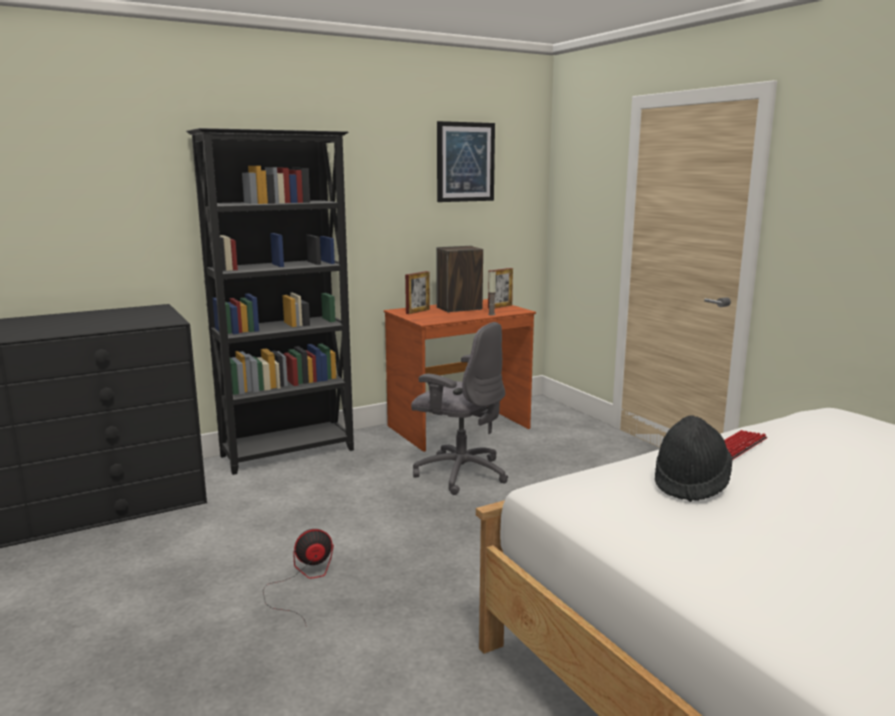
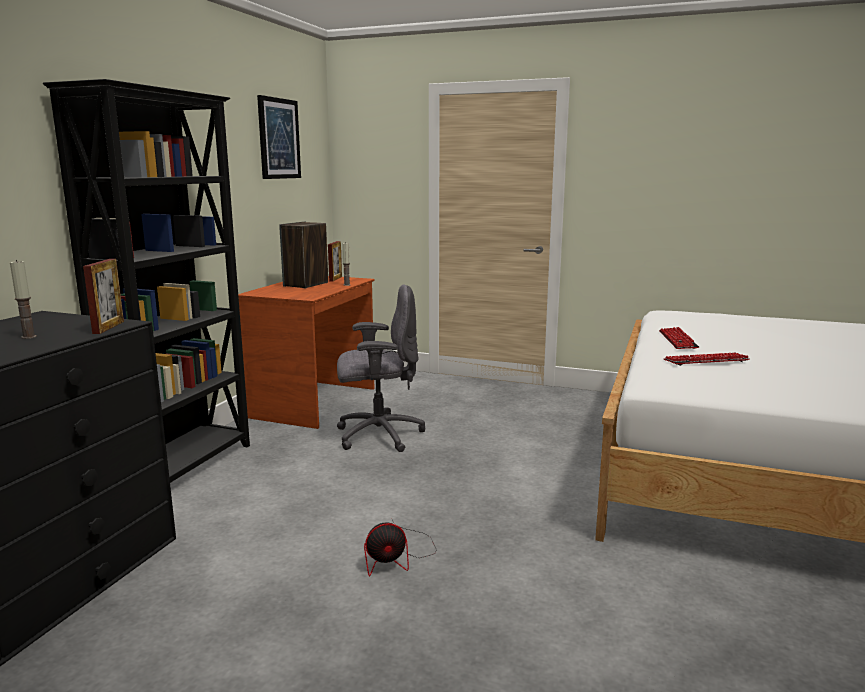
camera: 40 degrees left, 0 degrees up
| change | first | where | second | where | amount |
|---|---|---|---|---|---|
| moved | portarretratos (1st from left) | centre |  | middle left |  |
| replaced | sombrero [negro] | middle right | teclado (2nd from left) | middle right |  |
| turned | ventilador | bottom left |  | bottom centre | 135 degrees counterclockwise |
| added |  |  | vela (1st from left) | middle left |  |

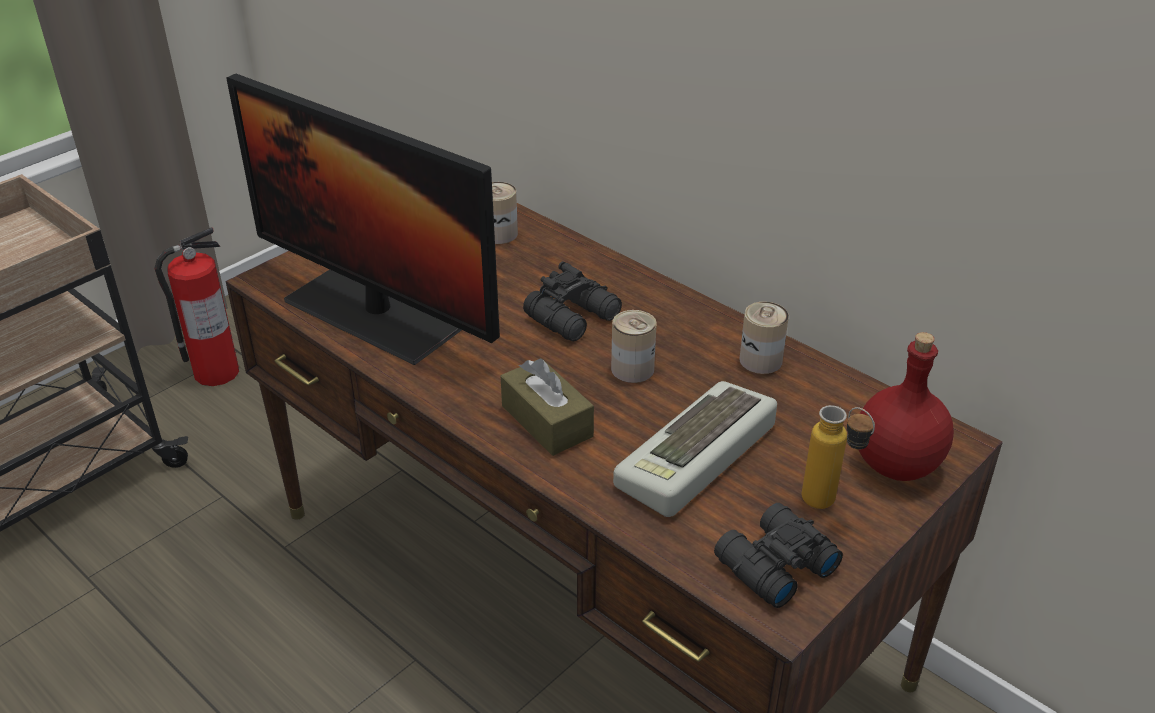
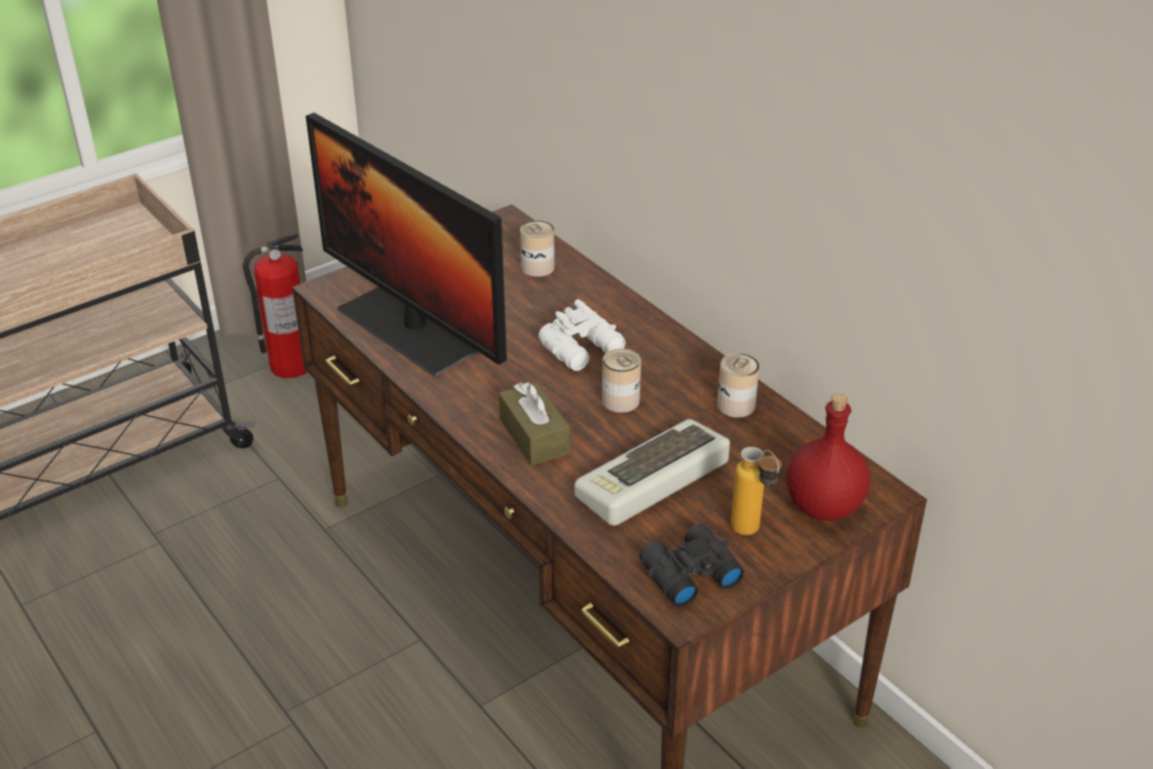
camera: 10 degrees right, 0 degrees up
| change | first | where | second | where | amount |
|---|---|---|---|---|---|
| recoloured | prismáticos [negro] (1st from left) | centre | prismáticos [blanco] | centre |  |

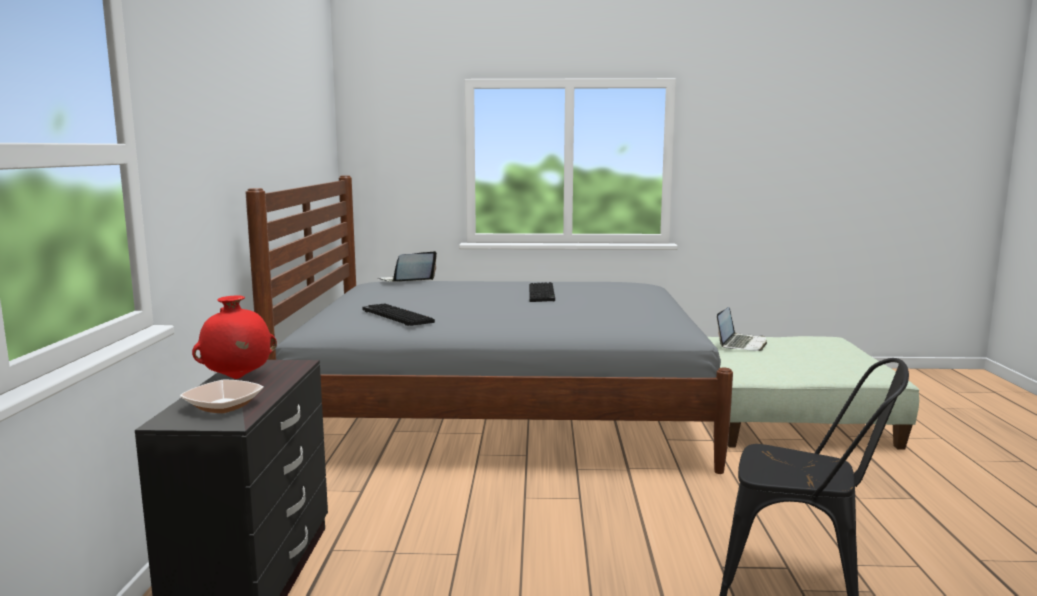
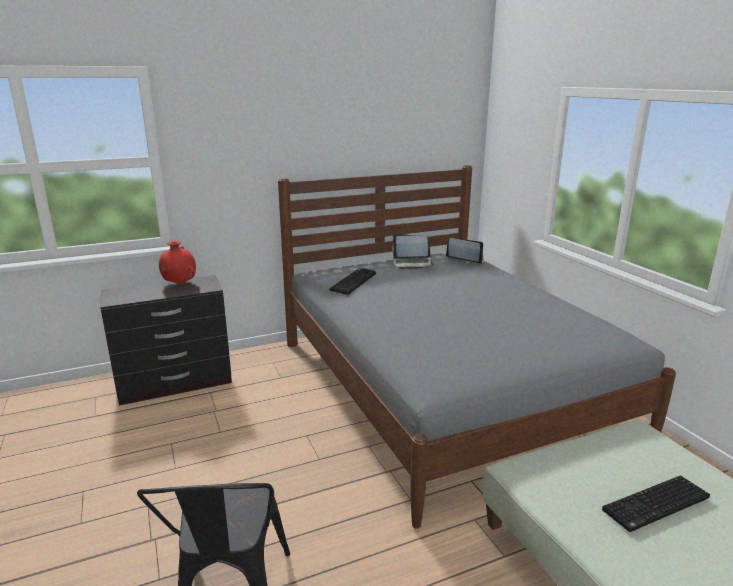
camera: 65 degrees right, 10 degrees up
| change | first | where | second | where | amount |
|---|---|---|---|---|---|
| moved | teclado (2nd from left) | centre |  | bottom right |  |
| moved | portátil (2nd from left in the first image) | middle right | portátil (1st from left) | centre |  |
| removed | cuenco | middle left |  |  |  |

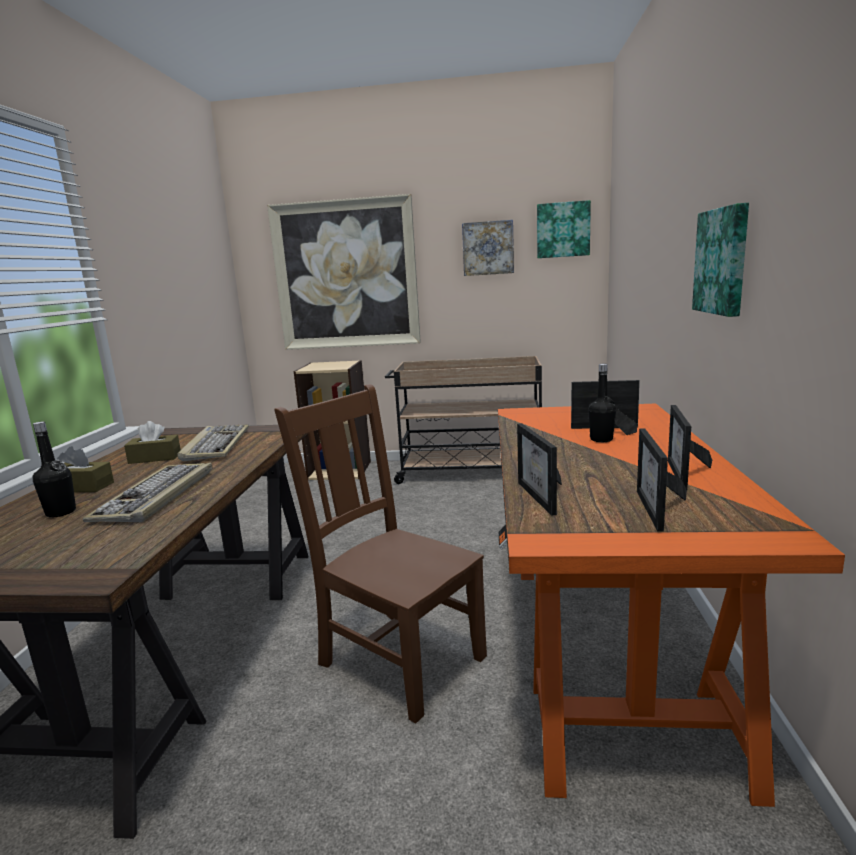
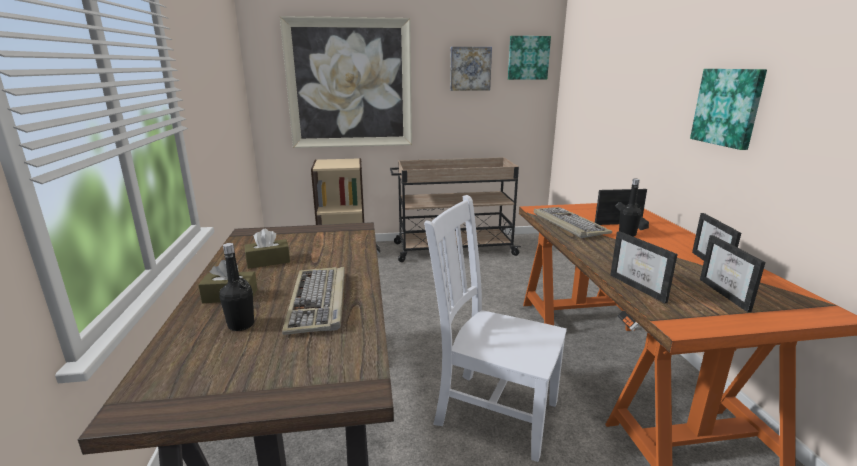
camera: 15 degrees left, 5 degrees up
| change | first | where | second | where | amount |
|---|---|---|---|---|---|
| recoloured | silla [marrón] | centre | silla [blanco] | bottom centre |  |
| moved | teclado (2nd from left) | middle left |  | middle right |  |

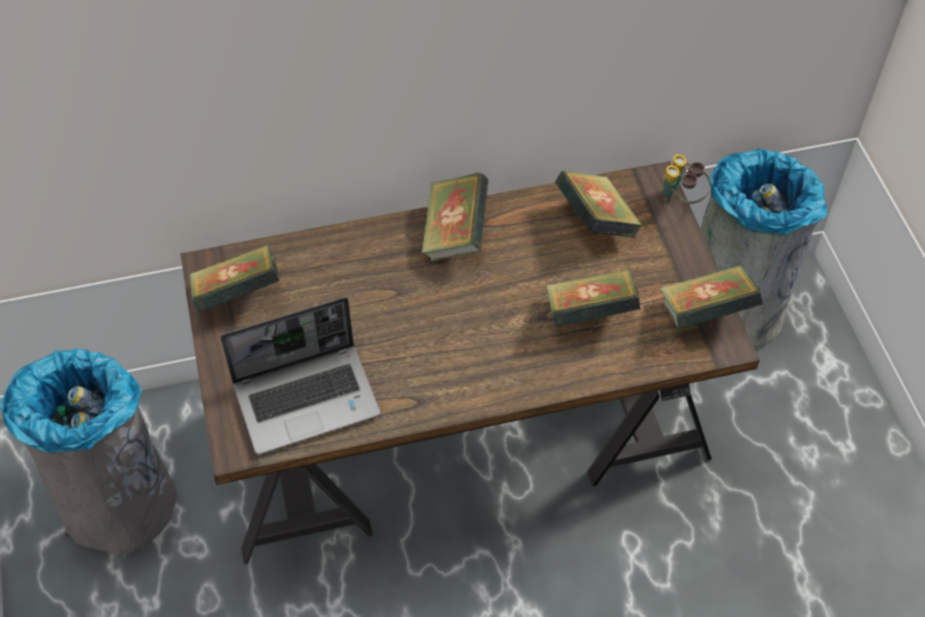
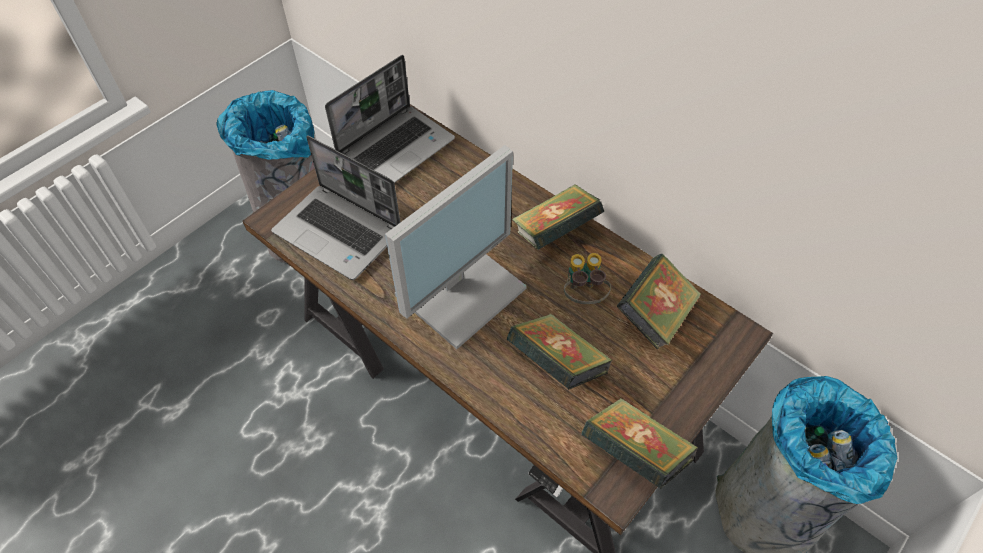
camera: 55 degrees right, 0 degrees up
| change | first | where | second | where | amount |
|---|---|---|---|---|---|
| moved | prismáticos | top right |  | centre |  |
| replaced | libro (1st from left) | middle left | portátil (2nd from left) | top centre |  |
| added |  |  | monitor | centre |  |

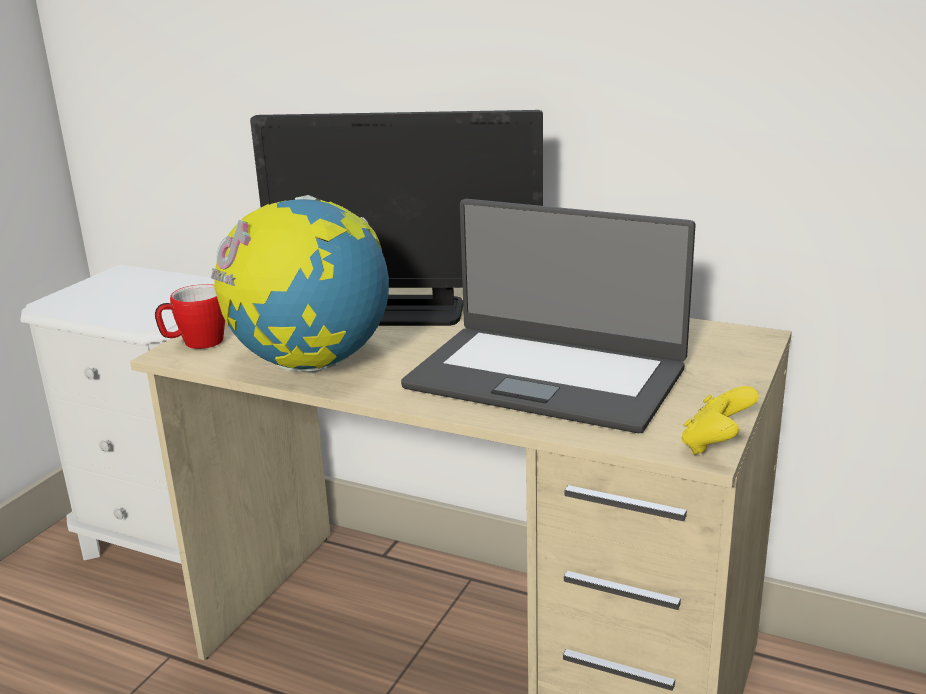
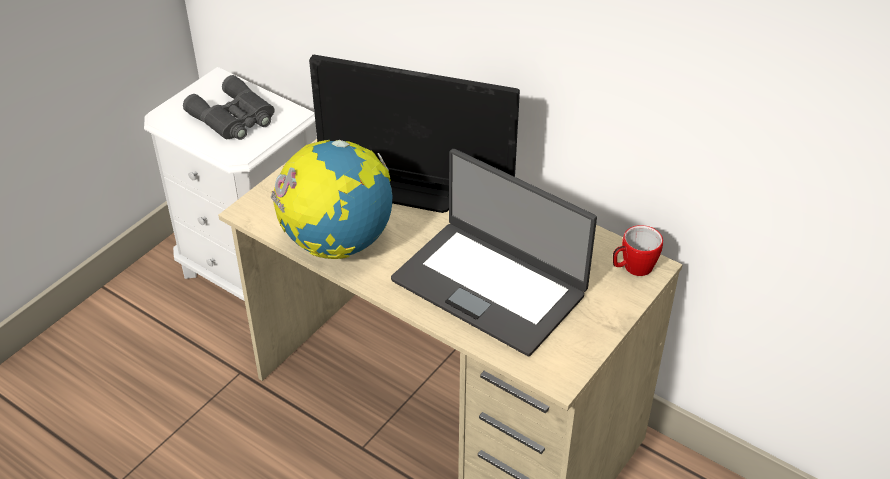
camera: 10 degrees right, 20 degrees up
| change | first | where | second | where | amount |
|---|---|---|---|---|---|
| moved | taza grande | middle left |  | middle right |  |
| removed | mando de consola [amarillo] | middle right |  |  |  |
| added |  |  | prismáticos [gris] | top left |  |

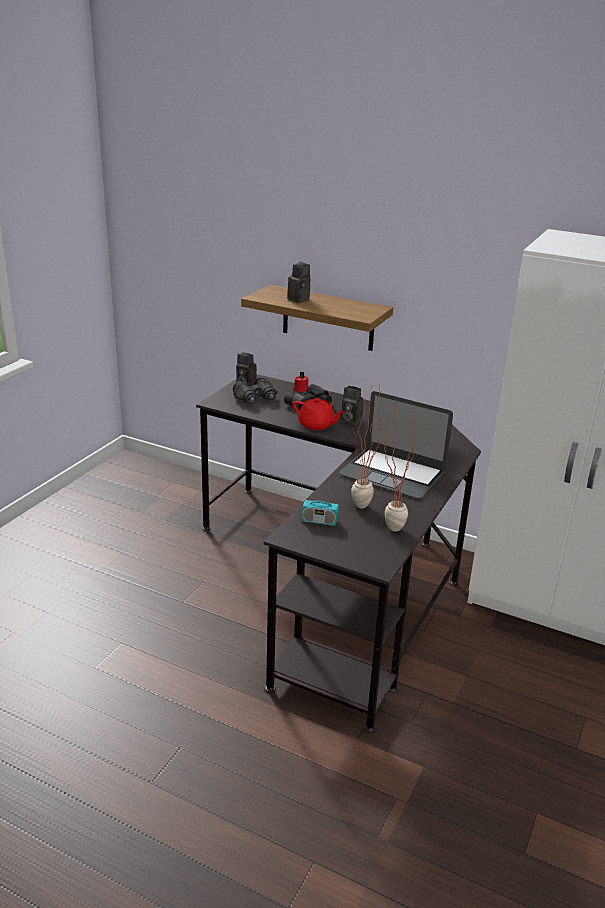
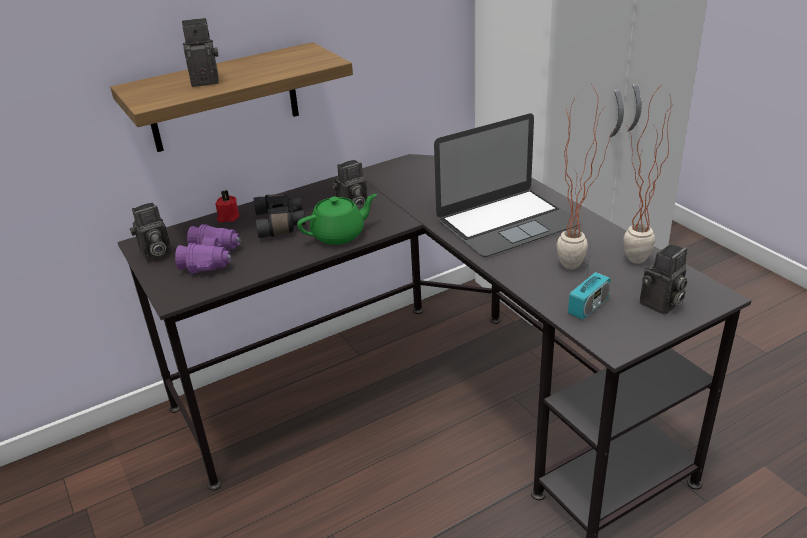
camera: 55 degrees left, 5 degrees up
| change | first | where | second | where | amount |
|---|---|---|---|---|---|
| recoloured | prismáticos [negro] (1st from left) | centre | prismáticos [morado] | middle left |  |
| recoloured | tetera [rojo] | centre | tetera [verde] | centre |  |
| added |  |  | cámara (4th from left) | middle right |  |

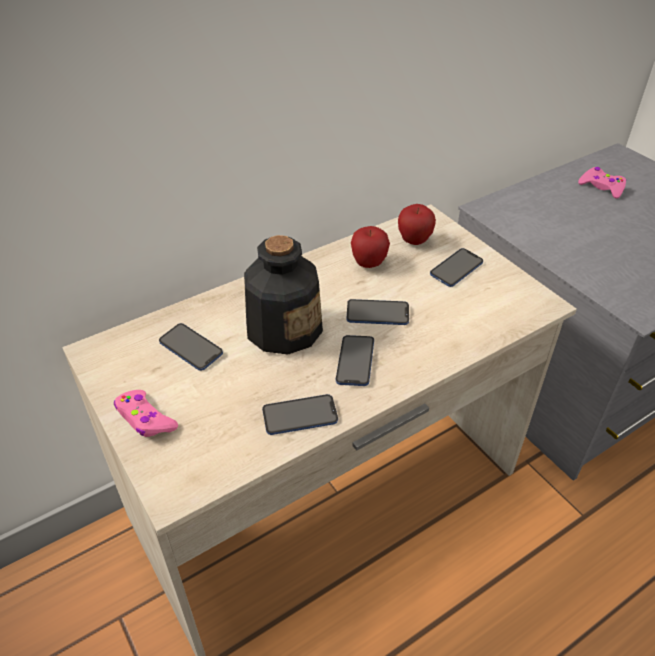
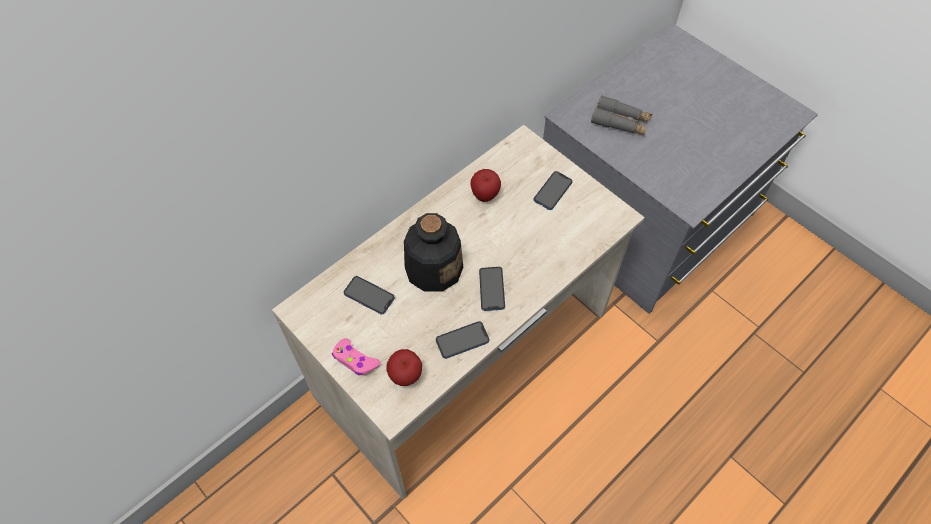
camera: 10 degrees left, 15 degrees up
| change | first | where | second | where | amount |
|---|---|---|---|---|---|
| removed | mando de consola [rosa] (2nd from left) | top right |  |  |  |
| moved | manzana (2nd from left in the first image) | centre | manzana (1st from left) | bottom centre |  |
| removed | móvil (4th from left) | centre |  |  |  |
| added |  |  | prismáticos [gris] | top right |  |

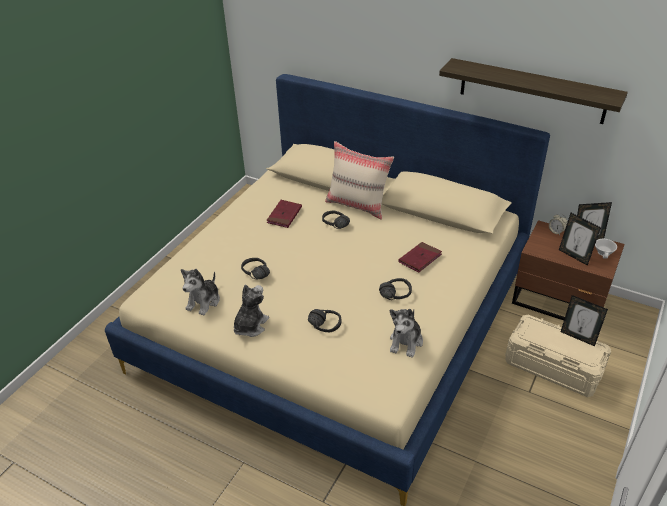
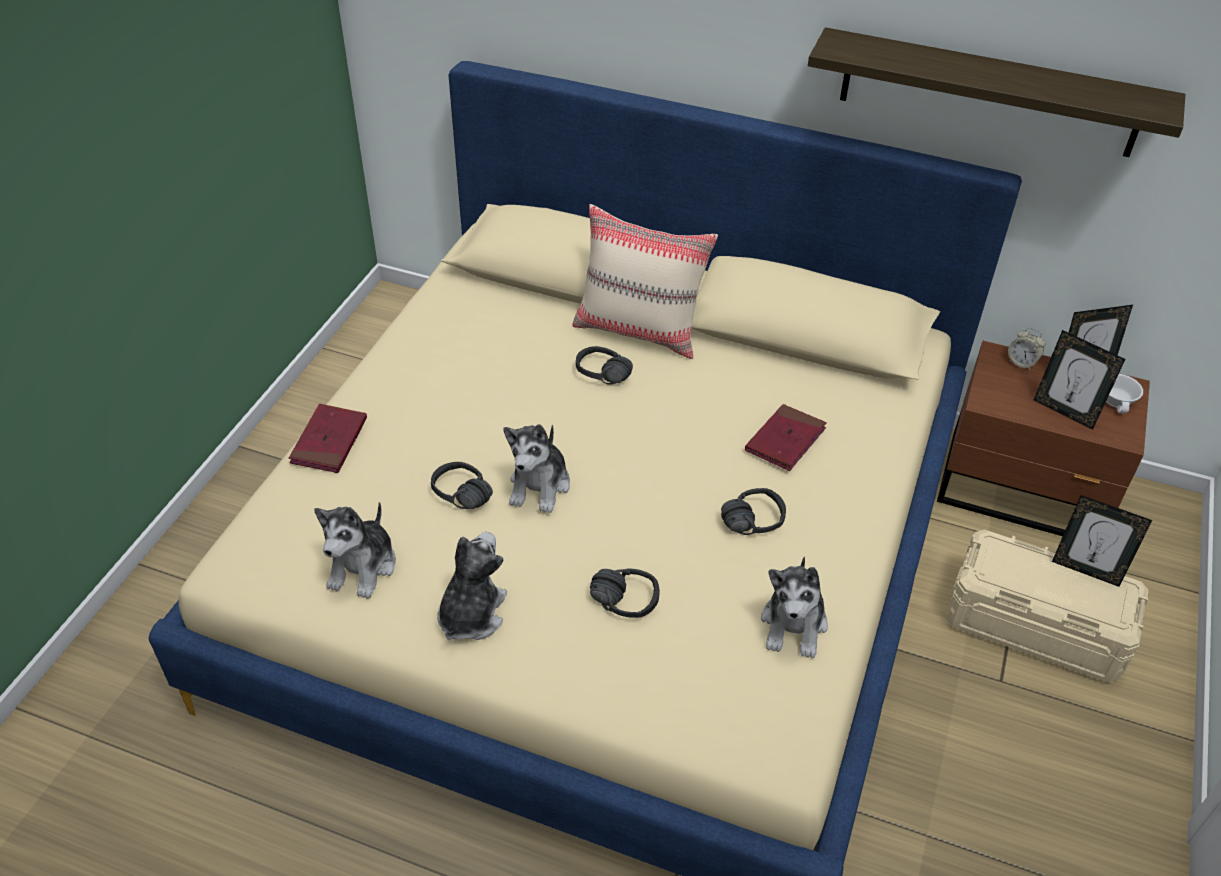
camera: 10 degrees left, 5 degrees up
| change | first | where | second | where | amount |
|---|---|---|---|---|---|
| moved | libro [rojo] (1st from left) | centre |  | middle left |  |
| added |  |  | peluche (3rd from left) | centre |  |

